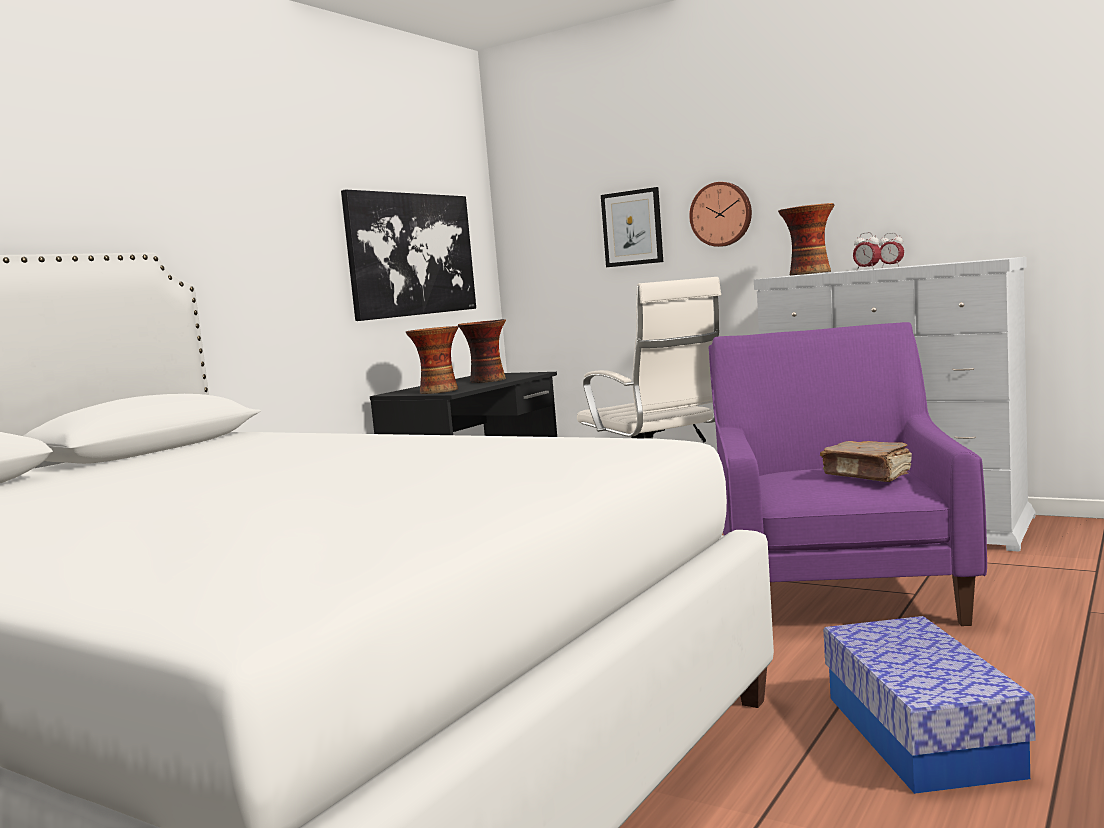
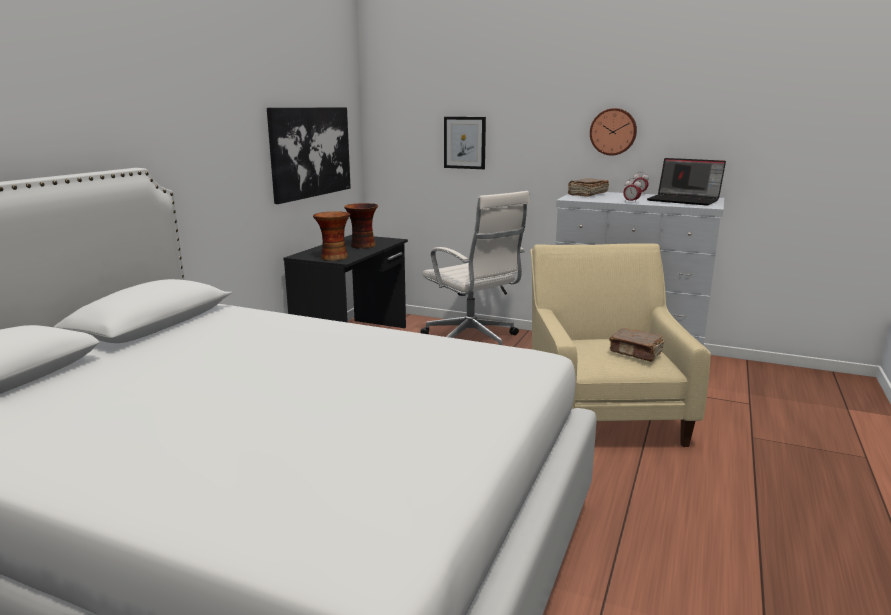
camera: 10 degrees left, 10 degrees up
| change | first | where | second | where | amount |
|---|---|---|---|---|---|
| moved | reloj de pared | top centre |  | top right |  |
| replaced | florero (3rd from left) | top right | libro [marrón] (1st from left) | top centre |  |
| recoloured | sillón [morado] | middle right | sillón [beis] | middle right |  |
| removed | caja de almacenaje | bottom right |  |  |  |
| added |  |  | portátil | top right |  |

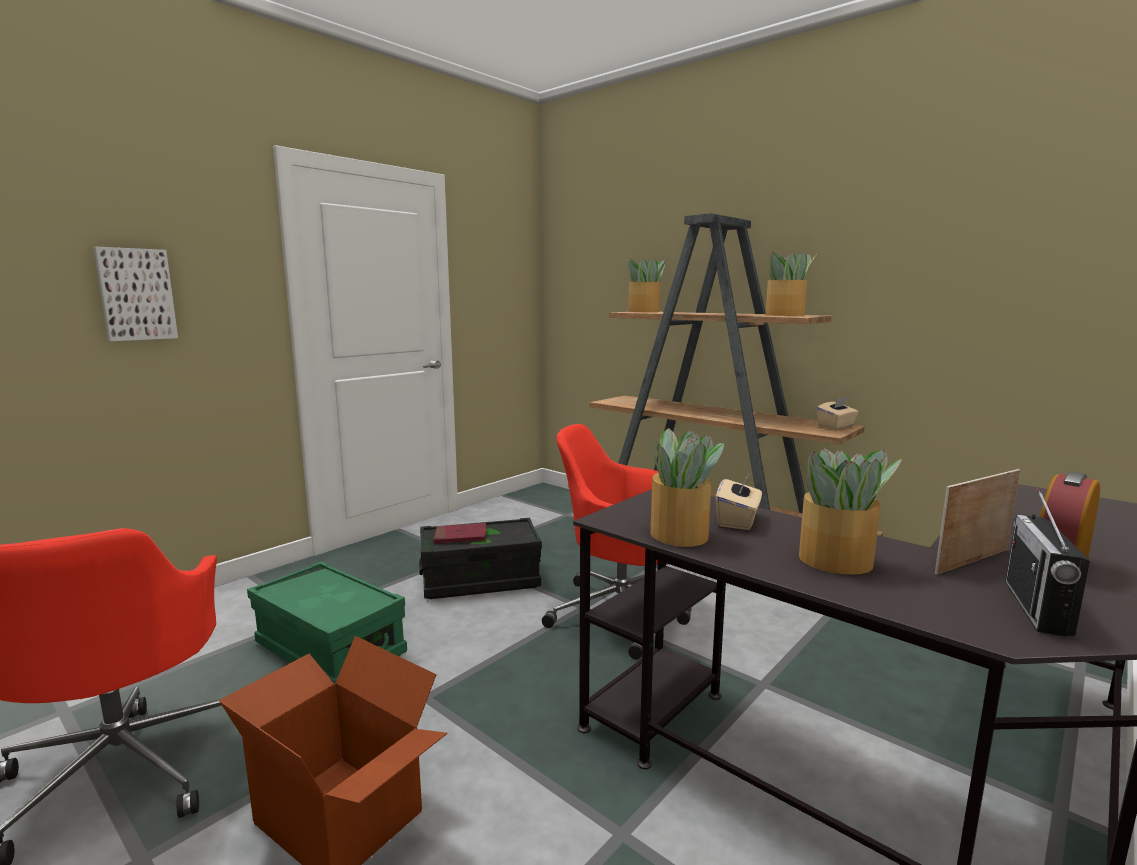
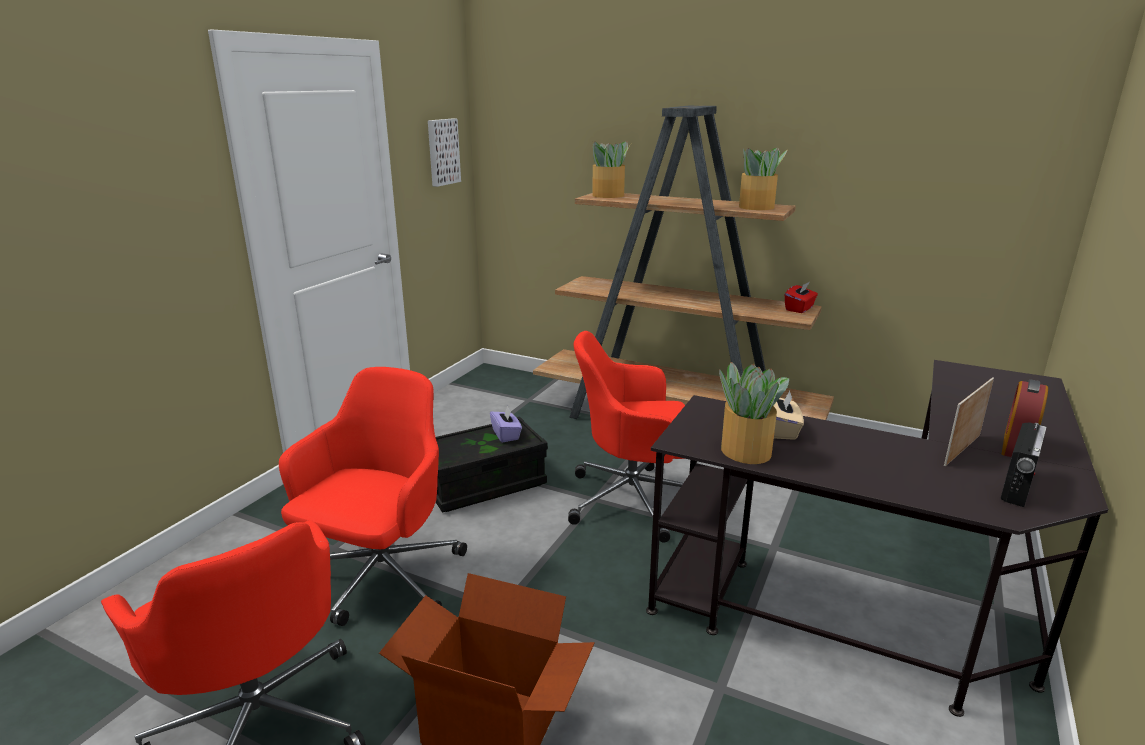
camera: 15 degrees left, 10 degrees up
| change | first | where | second | where | amount |
|---|---|---|---|---|---|
| moved | cuadro | middle left |  | top centre |  |
| recoloured | caja de pañuelos [beis] (2nd from left) | middle right | caja de pañuelos [rojo] | middle right |  |
| removed | planta en maceta (4th from left) | middle right |  |  |  |
| turned | radio | middle right |  | middle right | 150 degrees counterclockwise |
| removed | libro [rojo] | centre |  |  |  |
| replaced | caja de almacenaje [verde] | bottom left | silla de oficina [rojo] (2nd from left) | middle left |  |
| added |  |  | caja de pañuelos [morado] | centre |  |

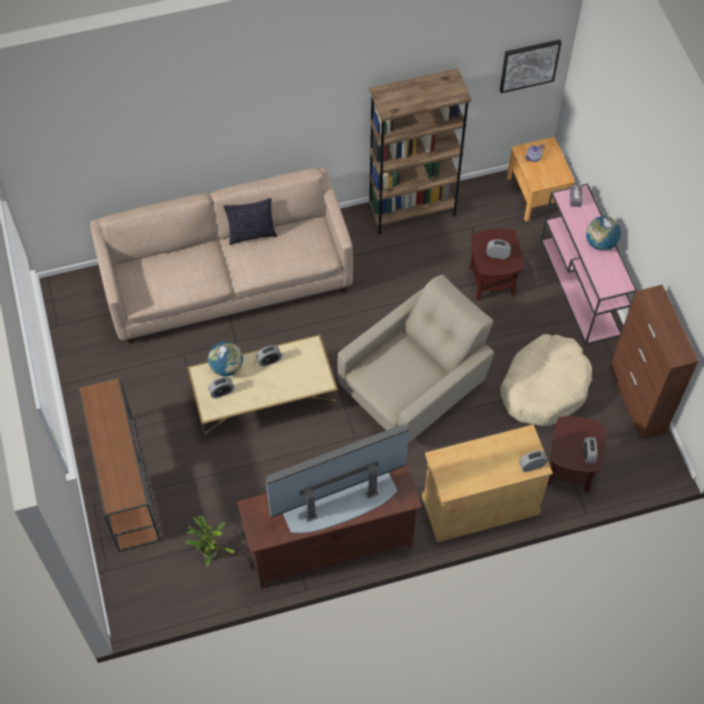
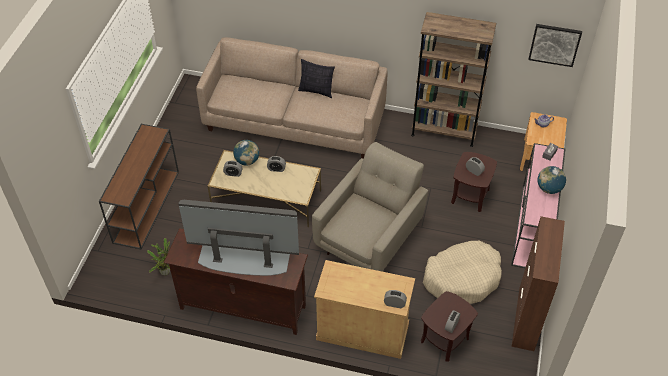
camera: 30 degrees right, 10 degrees down
| change | first | where | second | where | amount |
|---|---|---|---|---|---|
| turned | sillón [beis] | centre |  | centre | 45 degrees counterclockwise |

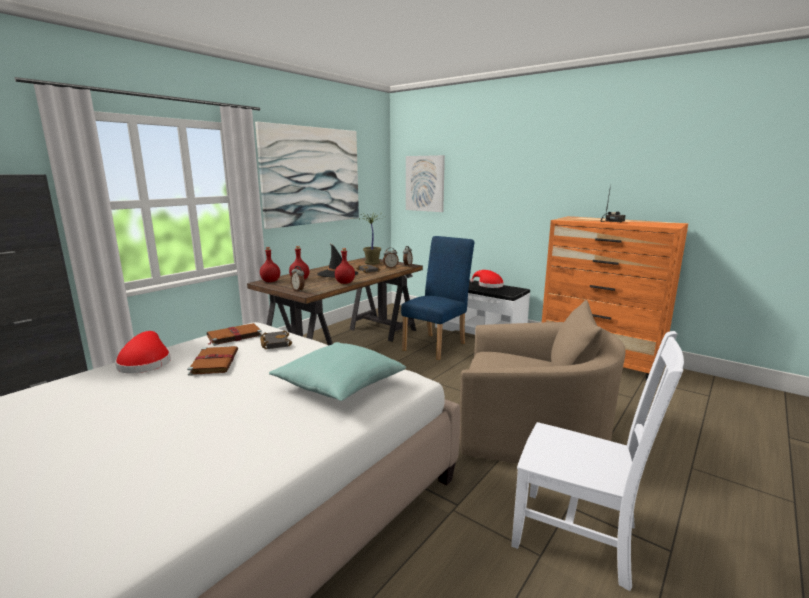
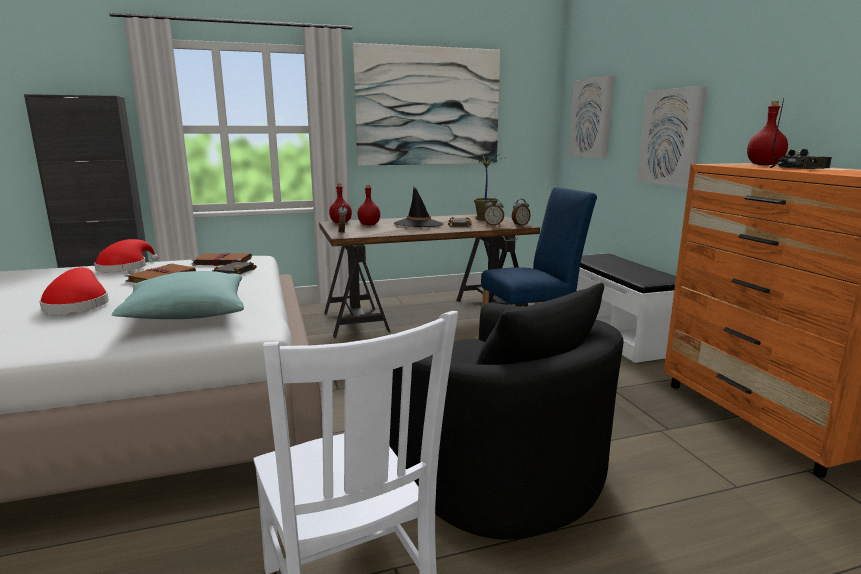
camera: 35 degrees right, 0 degrees up
| change | first | where | second | where | amount |
|---|---|---|---|---|---|
| moved | botella [rojo] (3rd from left) | centre |  | top right |  |
| moved | sombrero [rojo] (2nd from left in the first image) | centre | sombrero [rojo] (1st from left) | middle left |  |
| recoloured | sillón [beis] | middle right | sillón [negro] | bottom centre |  |
| added |  |  | cuadro (3rd from left) | top right |  |

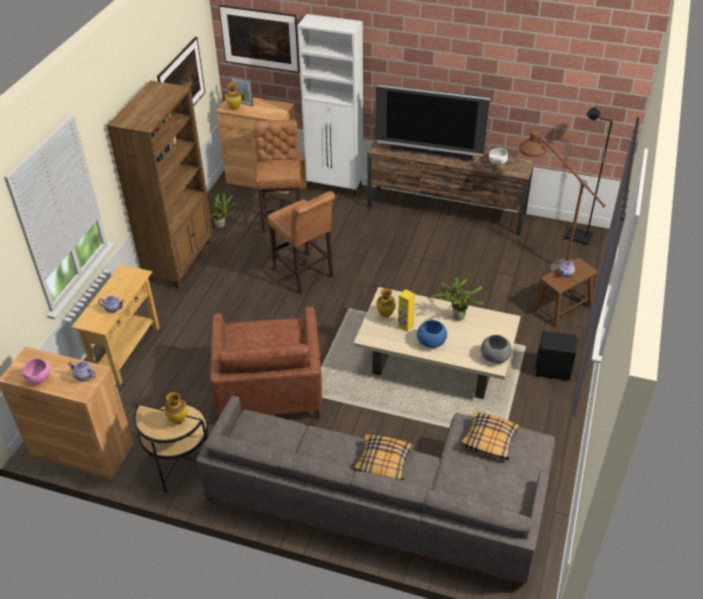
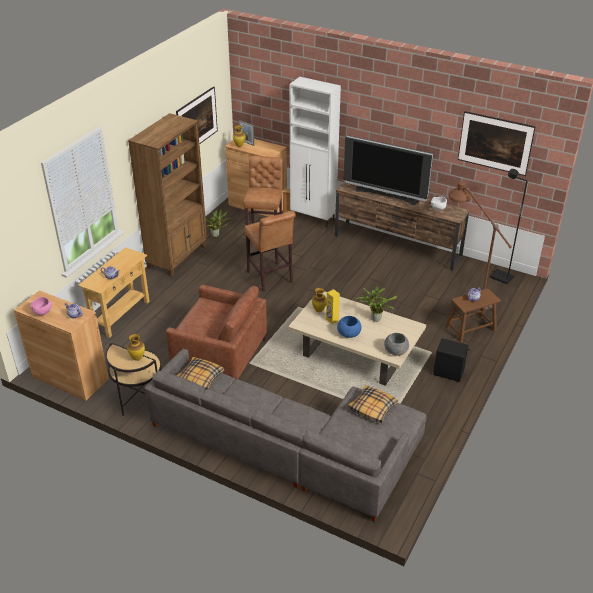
camera: 10 degrees right, 5 degrees down
| change | first | where | second | where | amount |
|---|---|---|---|---|---|
| moved | cuadro (2nd from left) | top centre |  | top right |  |
| turned | sillón [marrón] | centre |  | centre | 75 degrees counterclockwise |
| moved | cojín (1st from left) | bottom centre |  | centre |  |

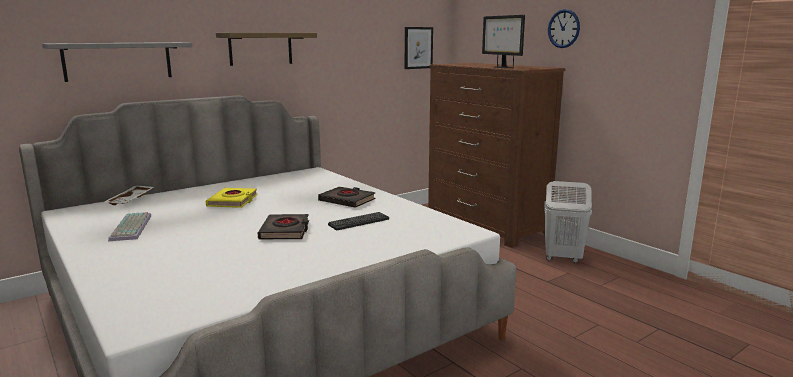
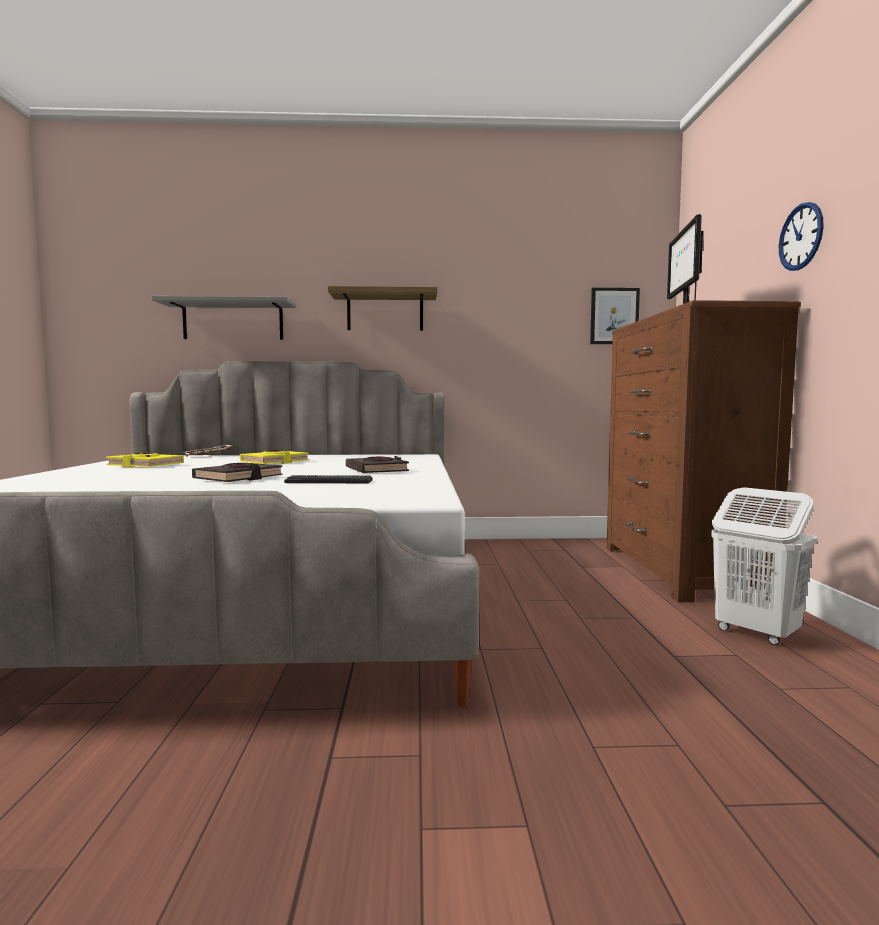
camera: 35 degrees right, 10 degrees down
| change | first | where | second | where | amount |
|---|---|---|---|---|---|
| replaced | teclado (1st from left) | middle left | libro [amarillo] (1st from left) | middle left |  |

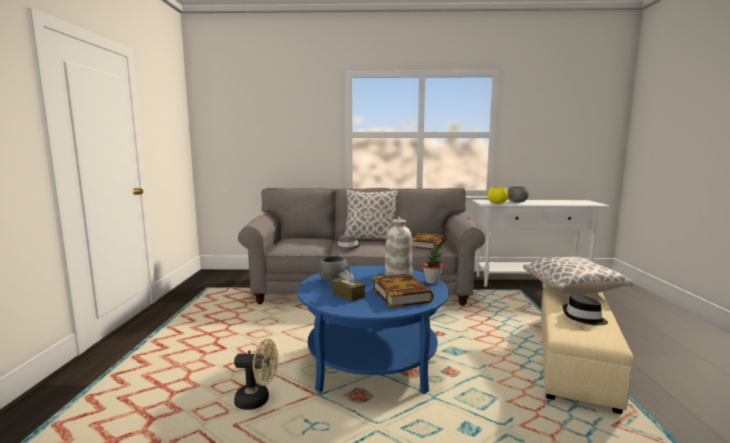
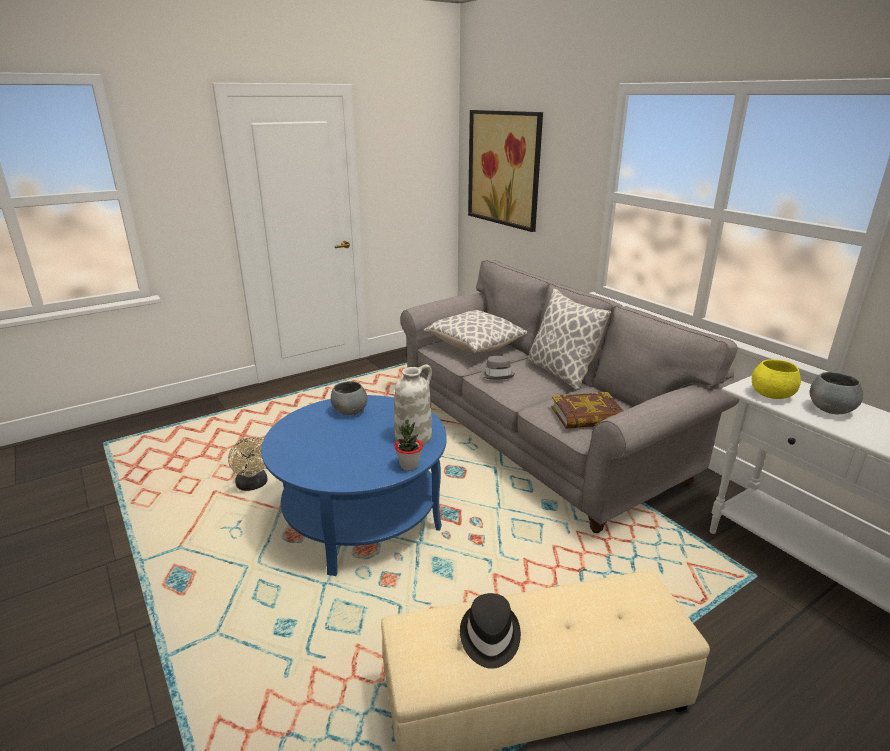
camera: 55 degrees right, 15 degrees up
| change | first | where | second | where | amount |
|---|---|---|---|---|---|
| moved | cojín (2nd from left in the first image) | middle right | cojín (1st from left) | centre |  |
| removed | caja de pañuelos [marrón] | centre |  |  |  |
| removed | libro (1st from left) | centre |  |  |  |
| added |  |  | cuadro | top centre |  |

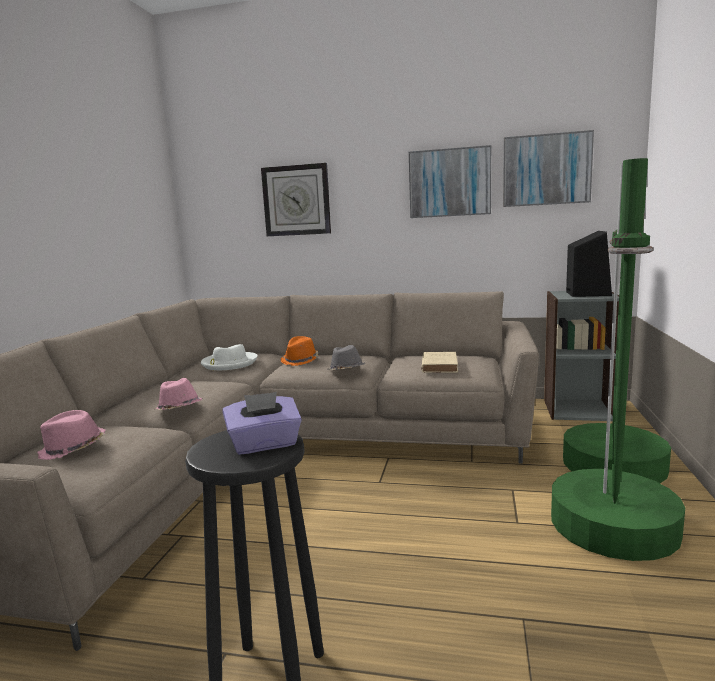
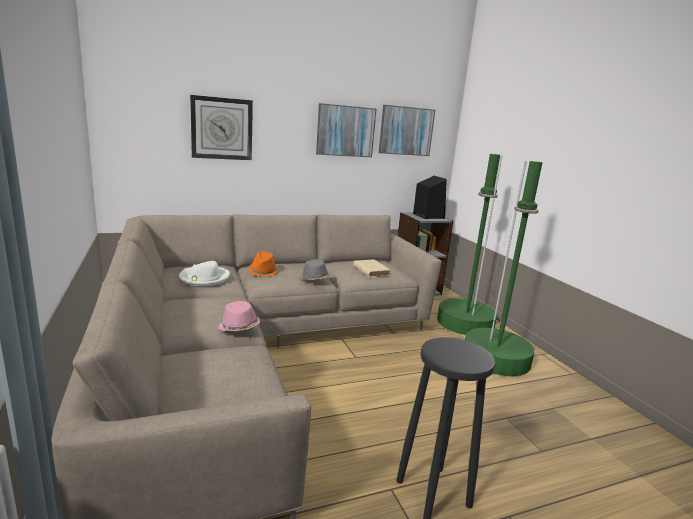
camera: 35 degrees left, 5 degrees up
| change | first | where | second | where | amount |
|---|---|---|---|---|---|
| removed | caja de pañuelos [morado] | centre |  |  |  |
| removed | sombrero [rosa] (1st from left) | middle left |  |  |  |

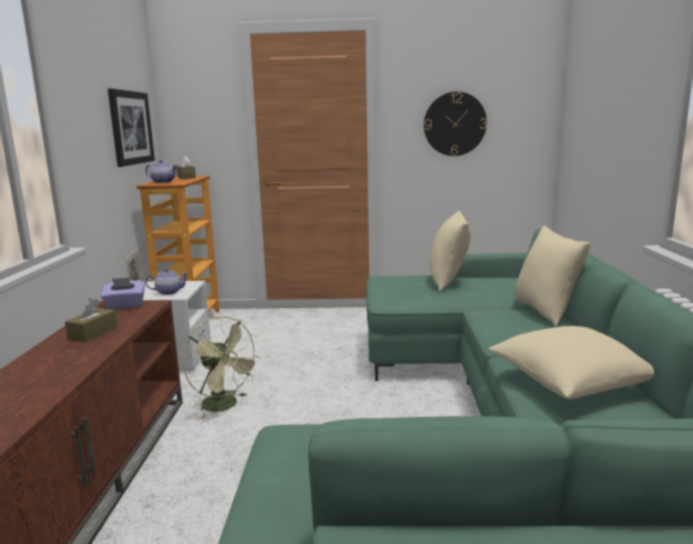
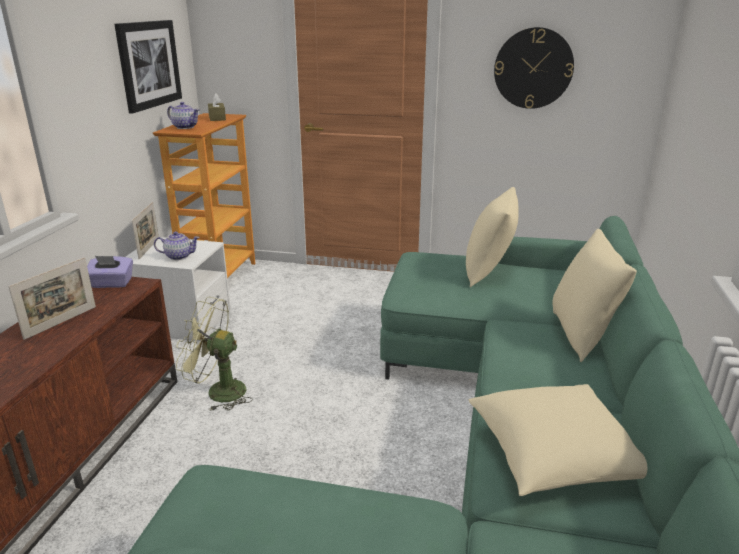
camera: 10 degrees right, 10 degrees up
| change | first | where | second | where | amount |
|---|---|---|---|---|---|
| replaced | caja de pañuelos [marrón] (1st from left) | middle left | portarretratos (1st from left) | middle left |  |
| turned | ventilador [verde] | bottom left |  | middle left | 135 degrees clockwise |

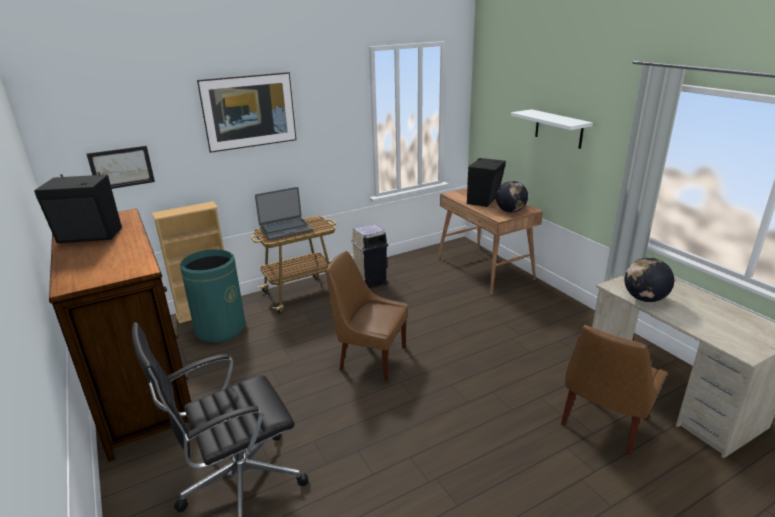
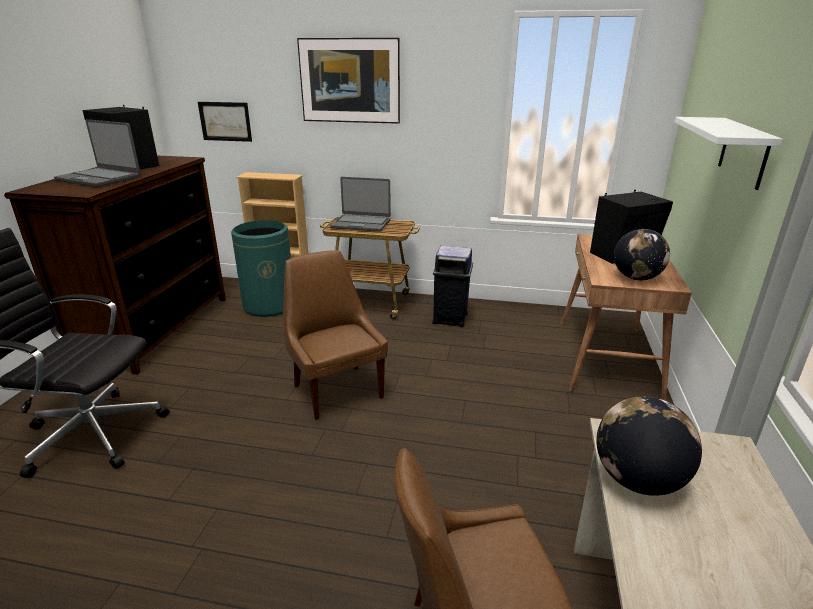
camera: 40 degrees right, 0 degrees up
| change | first | where | second | where | amount |
|---|---|---|---|---|---|
| recoloured | papelera [beis] | centre | papelera [azul] | centre |  |
| added |  |  | portátil (1st from left) | top left |  |

